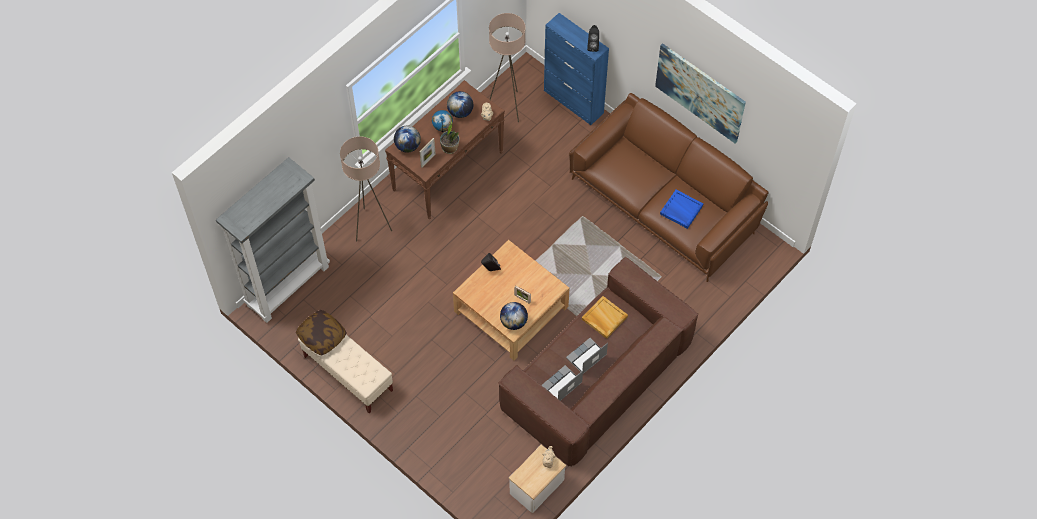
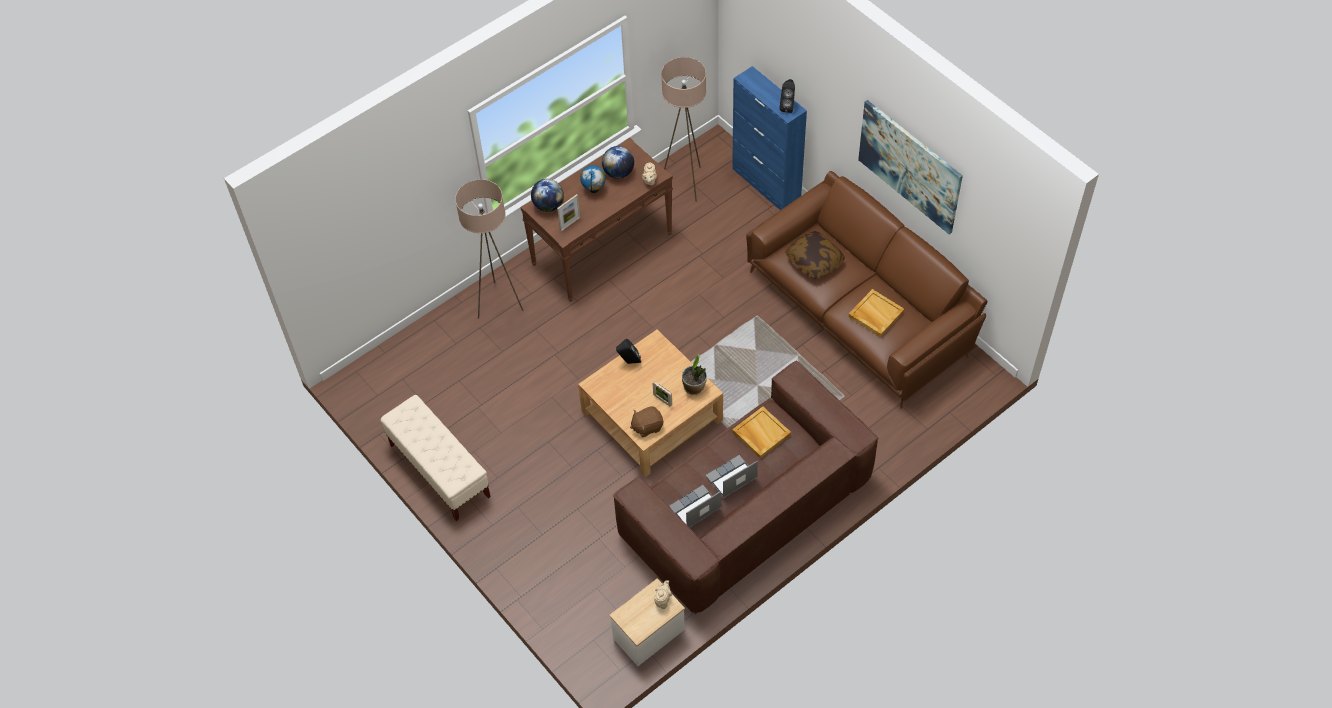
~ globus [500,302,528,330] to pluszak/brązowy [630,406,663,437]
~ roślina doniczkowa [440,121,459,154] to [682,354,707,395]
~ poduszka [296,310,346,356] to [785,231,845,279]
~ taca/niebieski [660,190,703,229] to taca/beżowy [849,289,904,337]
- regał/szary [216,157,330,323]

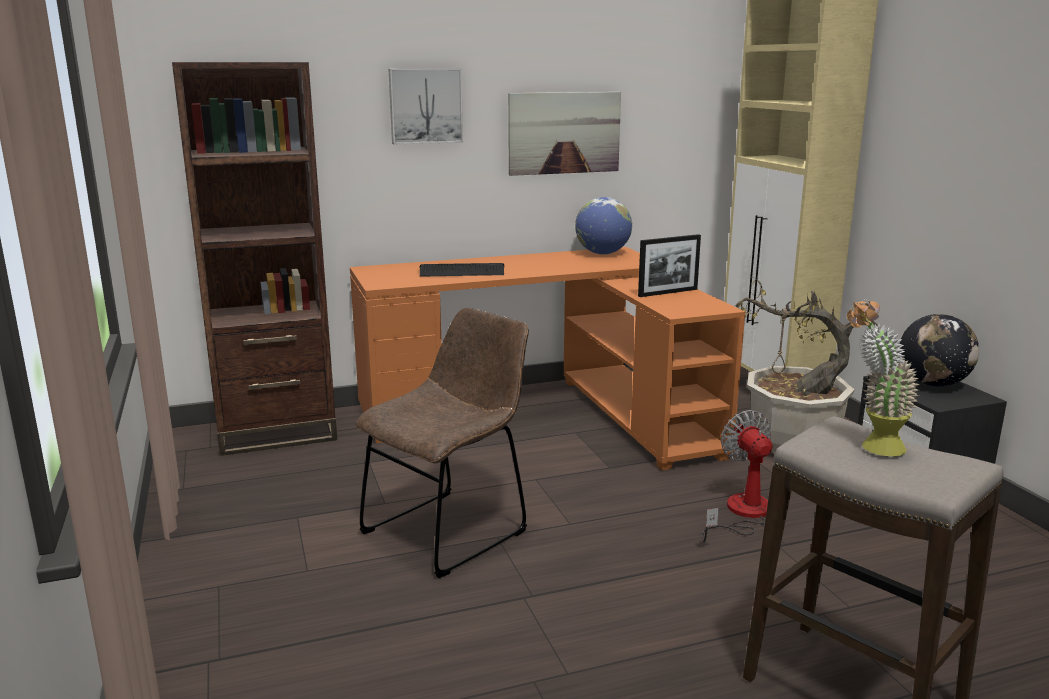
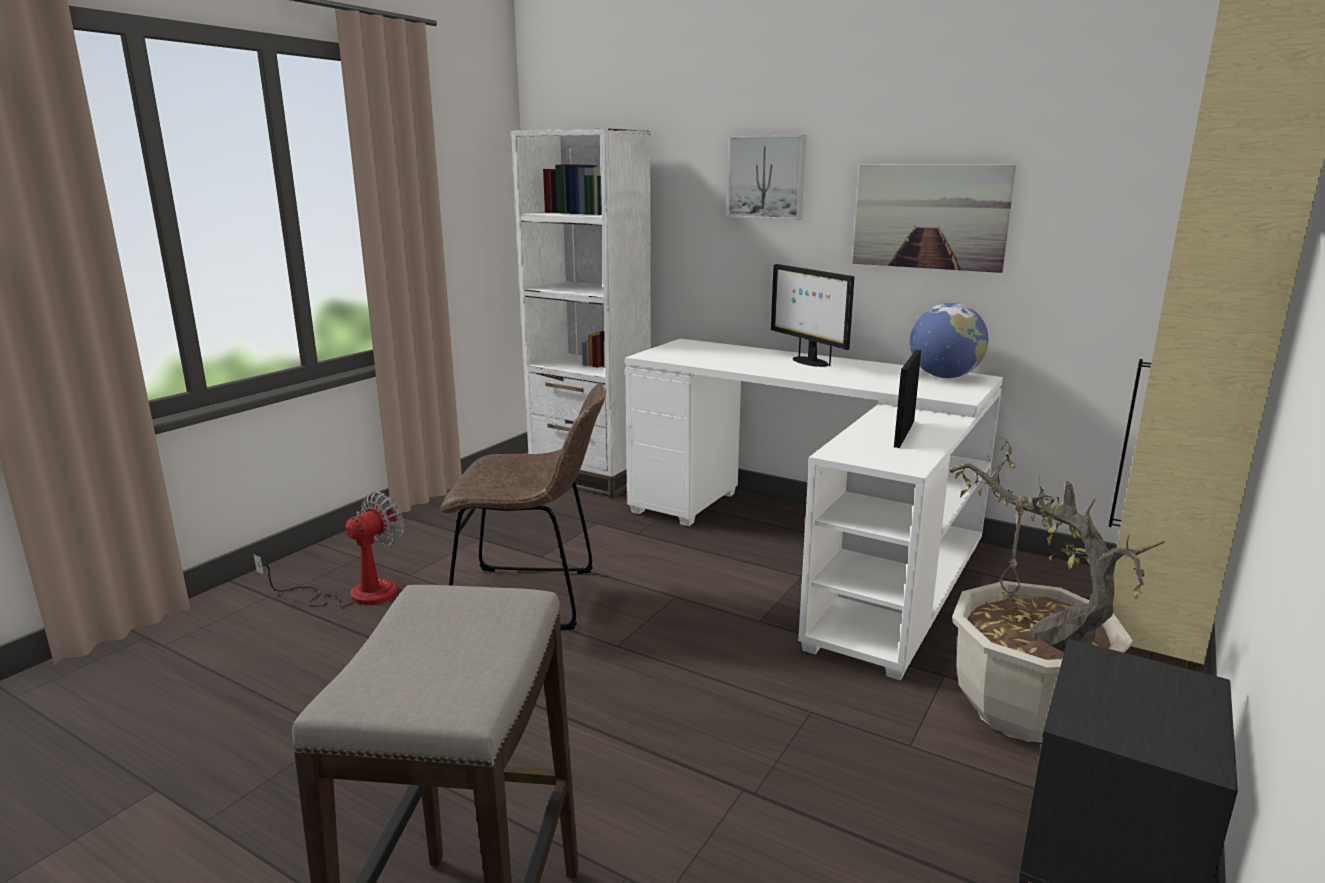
~ wentylator [702,410,772,543] to [253,492,404,607]
~ regał/brązowy [172,62,337,456] to regał/biały [511,128,651,498]
~ biurko/pomarańczowy [350,247,745,470] to biurko/biały [625,338,1003,680]
+ monitor [771,264,854,367]
~ ramka na zdjęcie [638,234,701,297] = [894,350,921,448] 90 degrees clockwise
- klawiatura [420,263,504,277]
- roślina doniczkowa [847,299,920,456]
- globus [900,314,979,386]

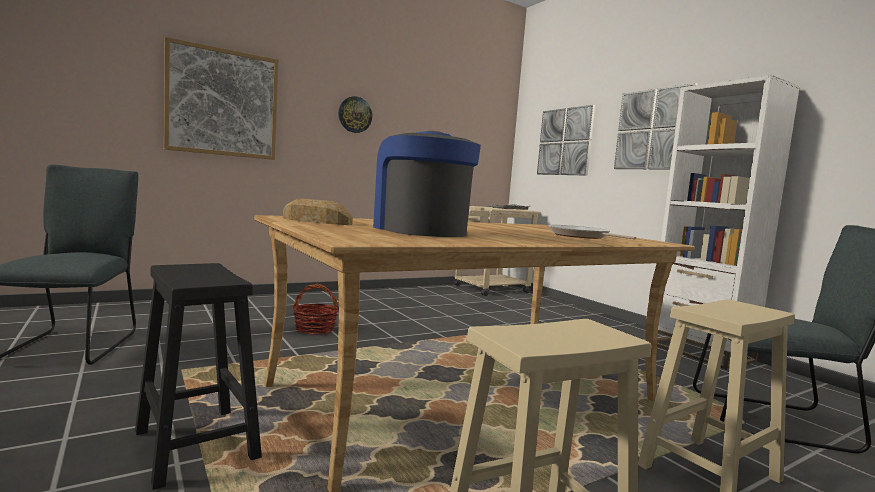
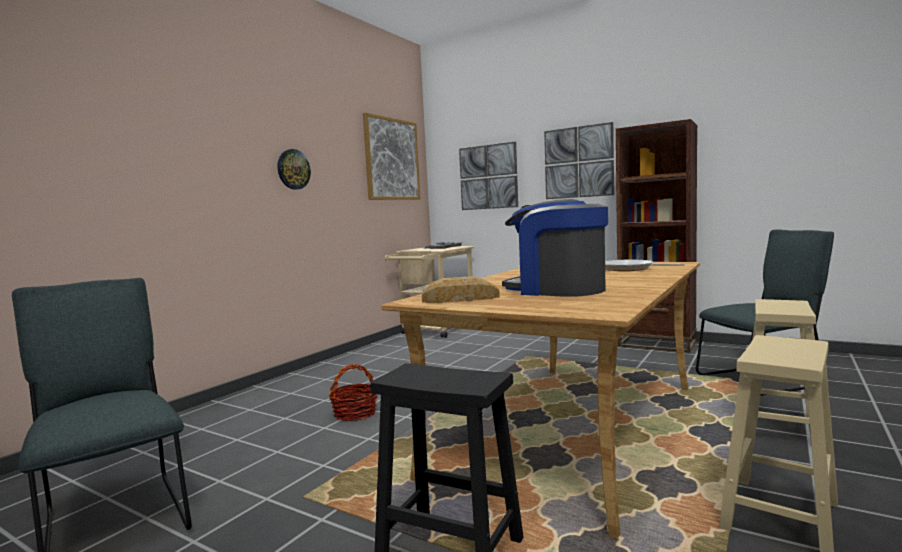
~ obraz [164,37,278,160] to [363,113,420,200]
~ regał/biały [657,75,800,370] to regał/brązowy [616,119,697,353]

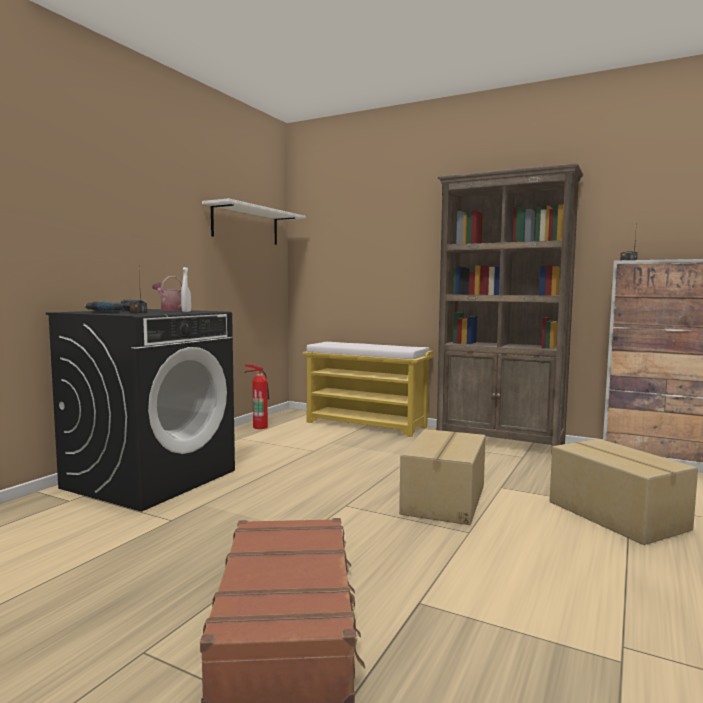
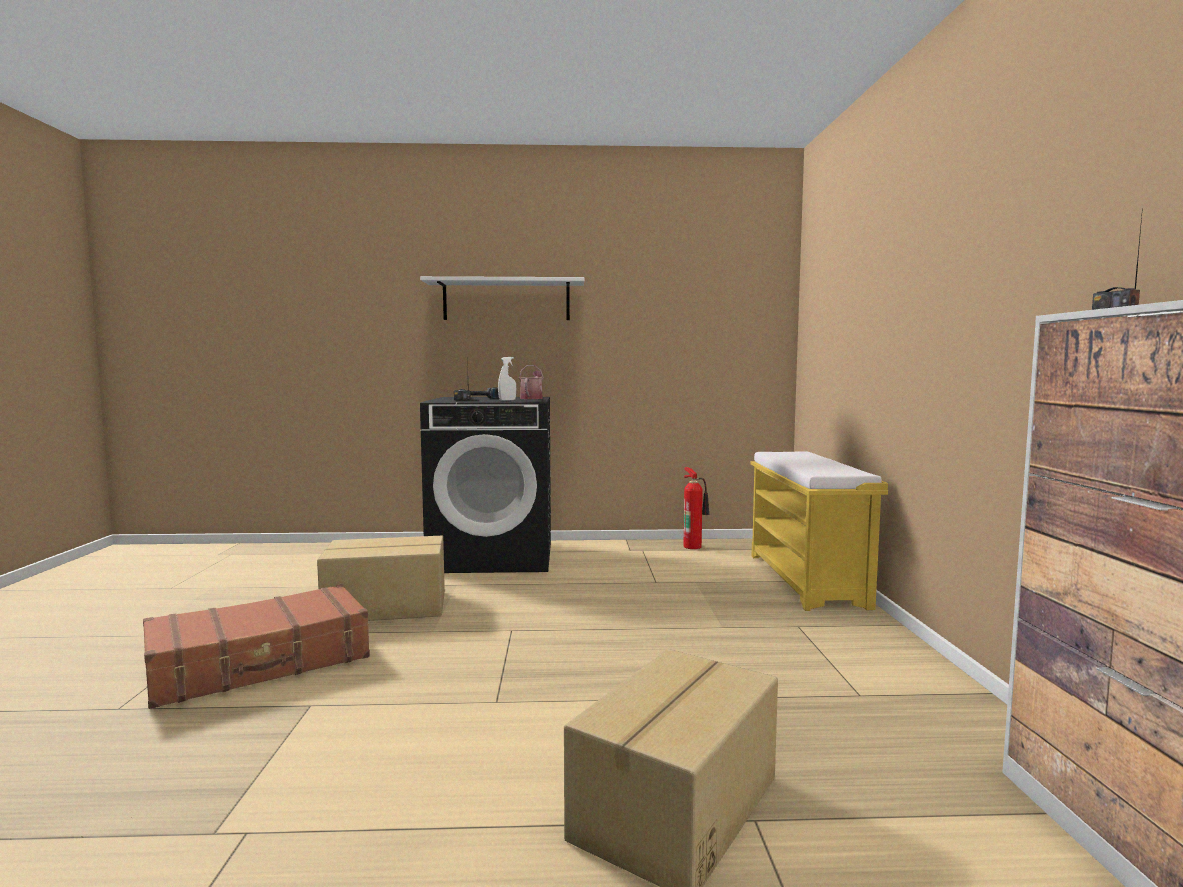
~ karton [399,429,486,525] to [317,536,445,621]
~ półka/biały [202,198,306,245] to [420,276,585,320]
- regał/brązowy [436,163,583,456]

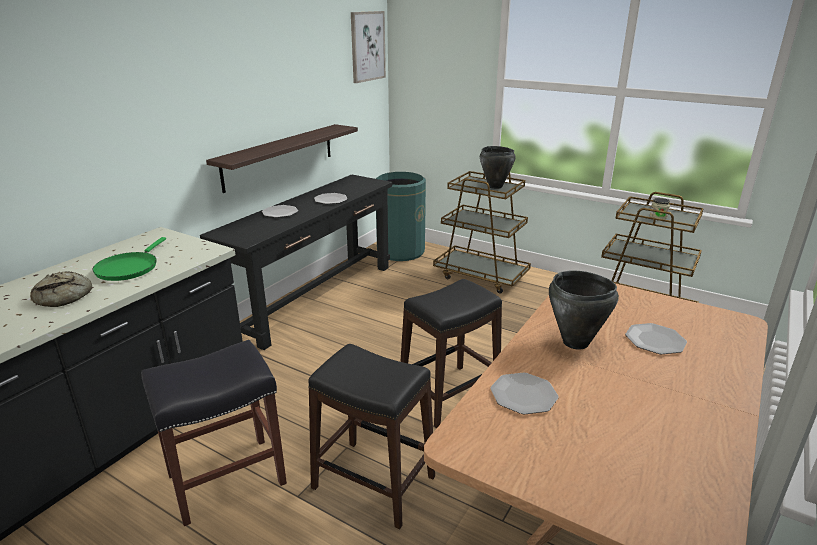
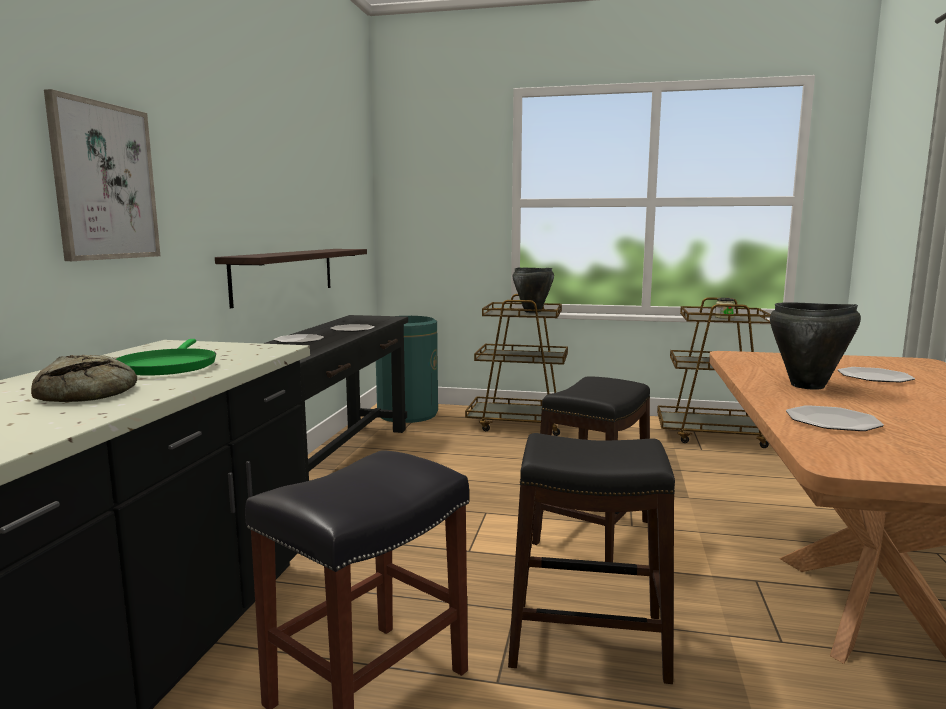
~ obraz [351,11,386,83] to [44,89,160,261]

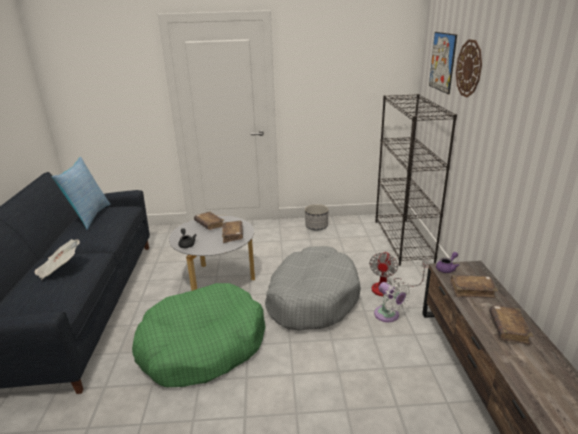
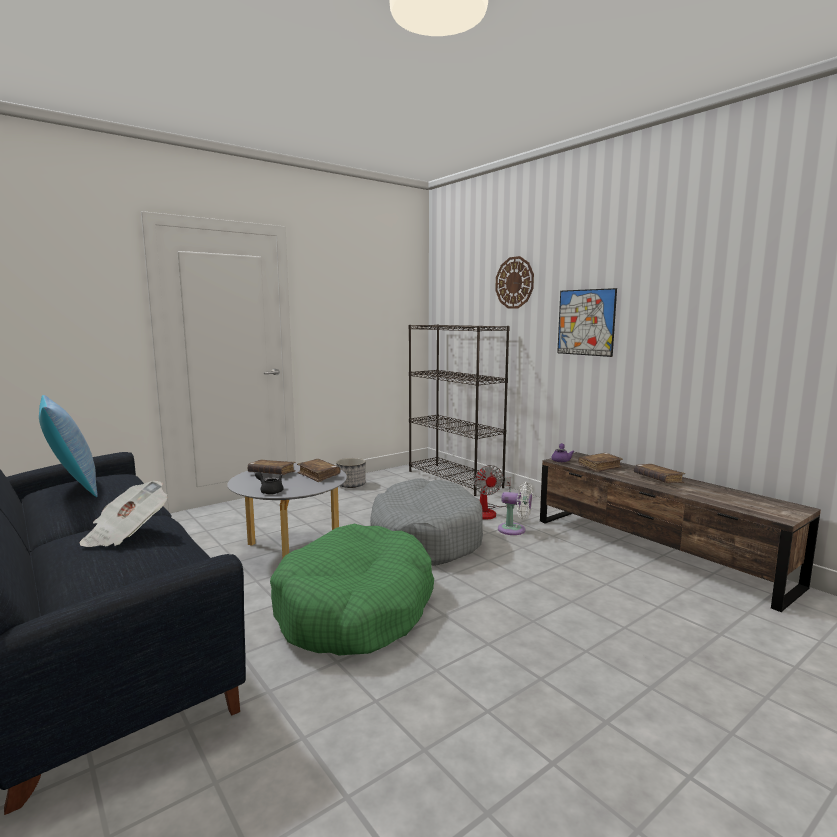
~ obraz [429,32,457,94] to [557,288,617,357]

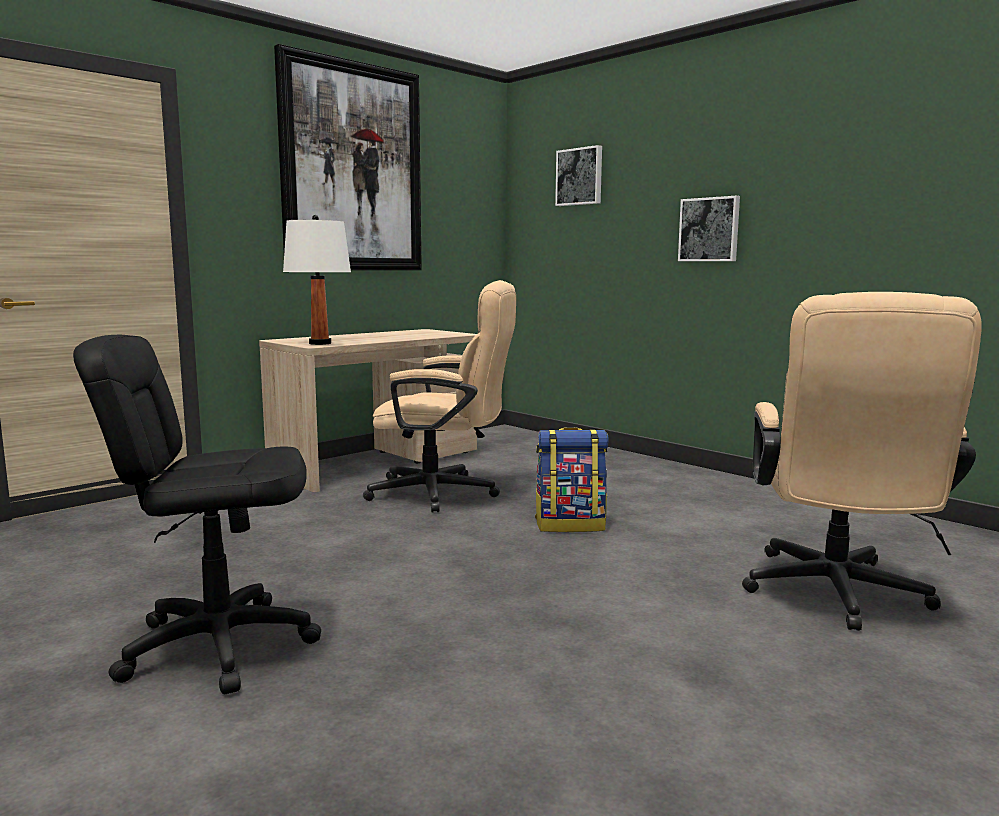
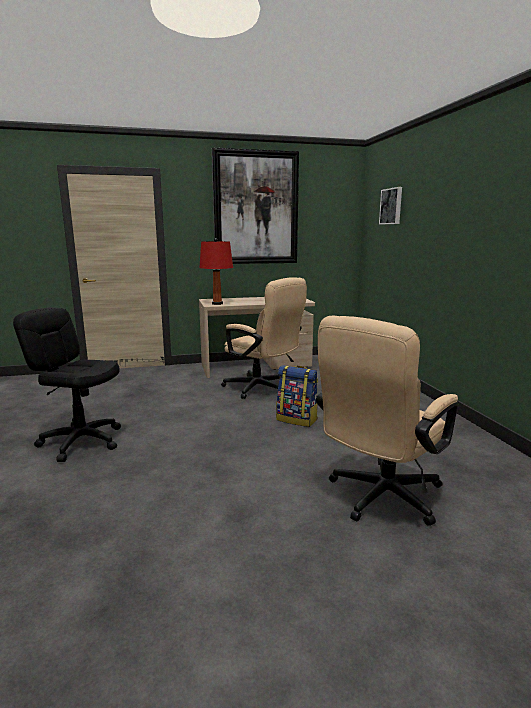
~ lampa stołowa/biały [283,215,351,345] to lampa stołowa/czerwony [199,238,233,305]
- obraz [678,196,740,261]

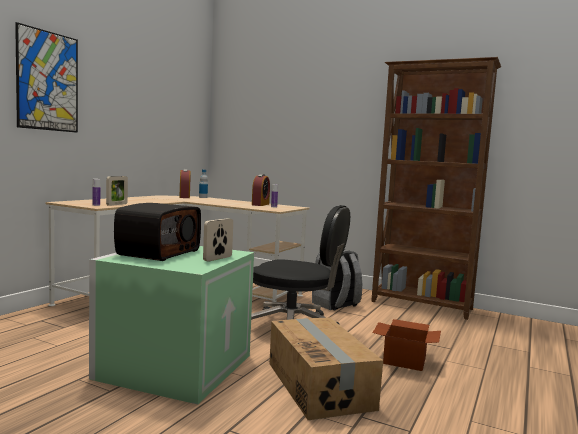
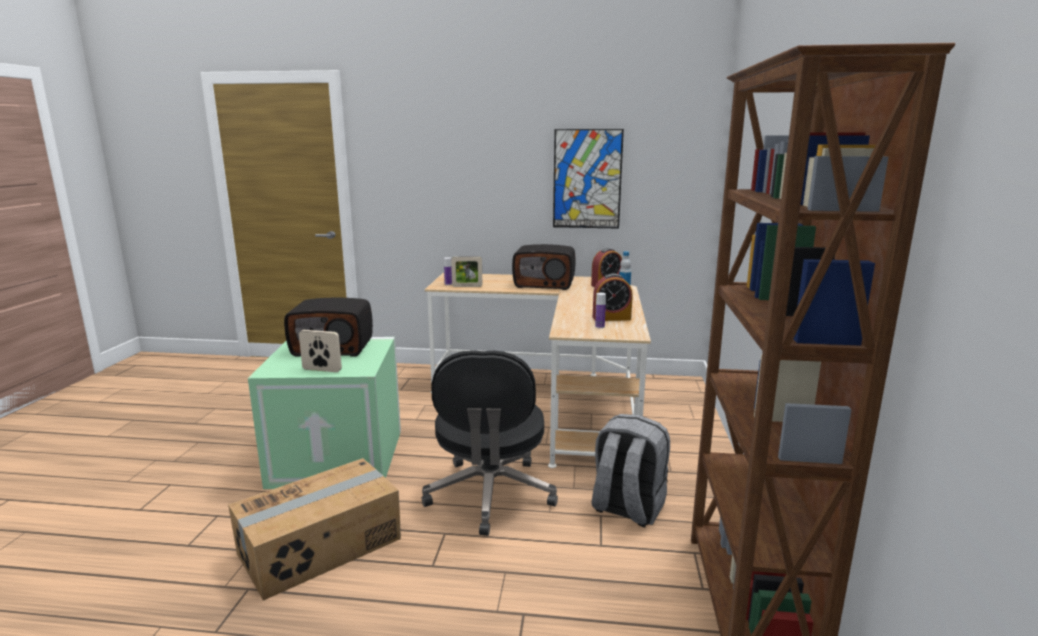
+ radio [512,244,576,290]
~ obraz [15,22,78,133] to [553,129,624,229]
- karton [373,319,441,371]

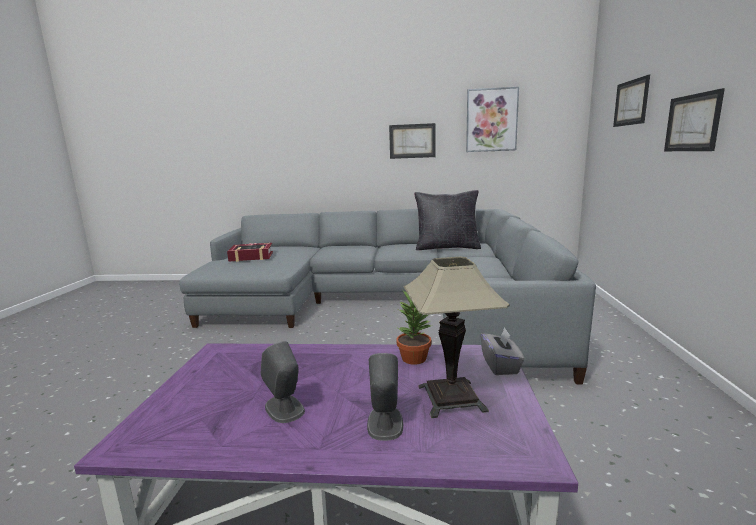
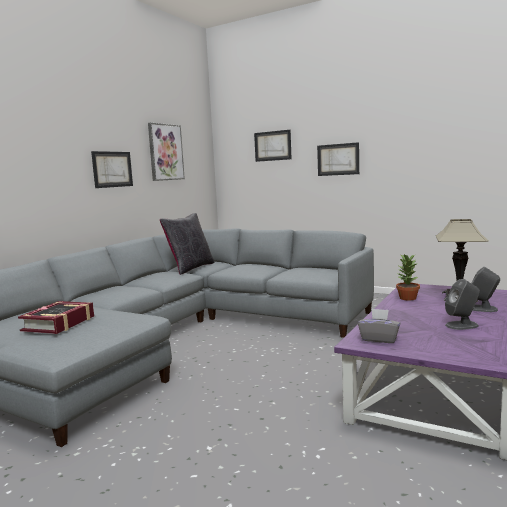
~ pudełko chusteczek/szary [480,328,525,375] to [358,309,400,343]

